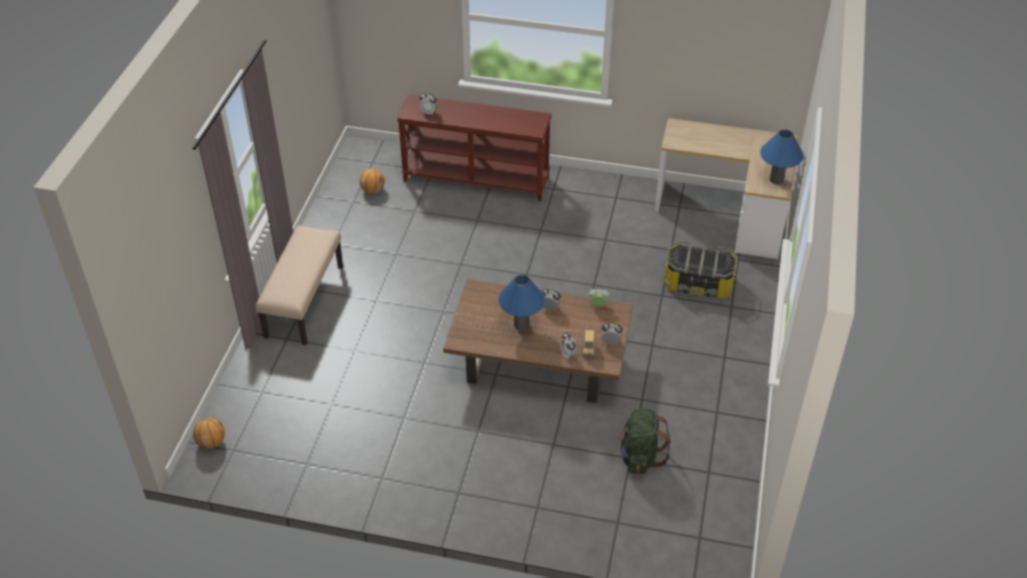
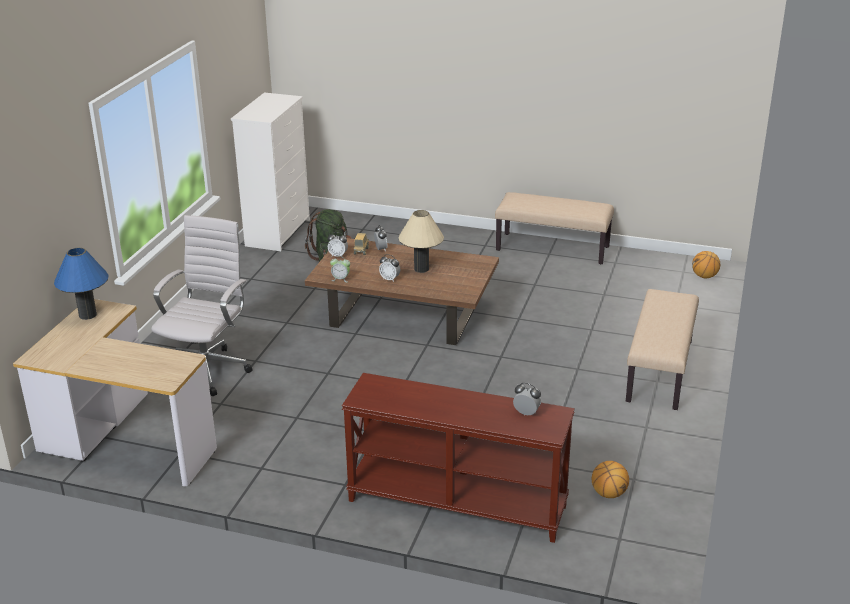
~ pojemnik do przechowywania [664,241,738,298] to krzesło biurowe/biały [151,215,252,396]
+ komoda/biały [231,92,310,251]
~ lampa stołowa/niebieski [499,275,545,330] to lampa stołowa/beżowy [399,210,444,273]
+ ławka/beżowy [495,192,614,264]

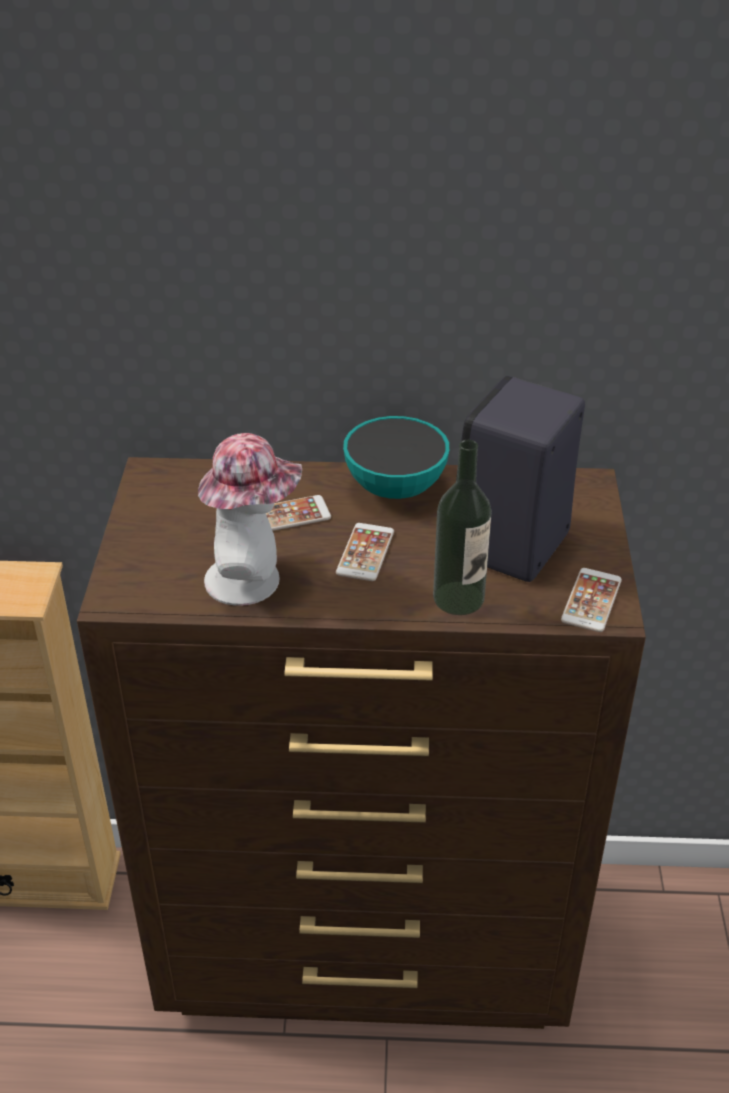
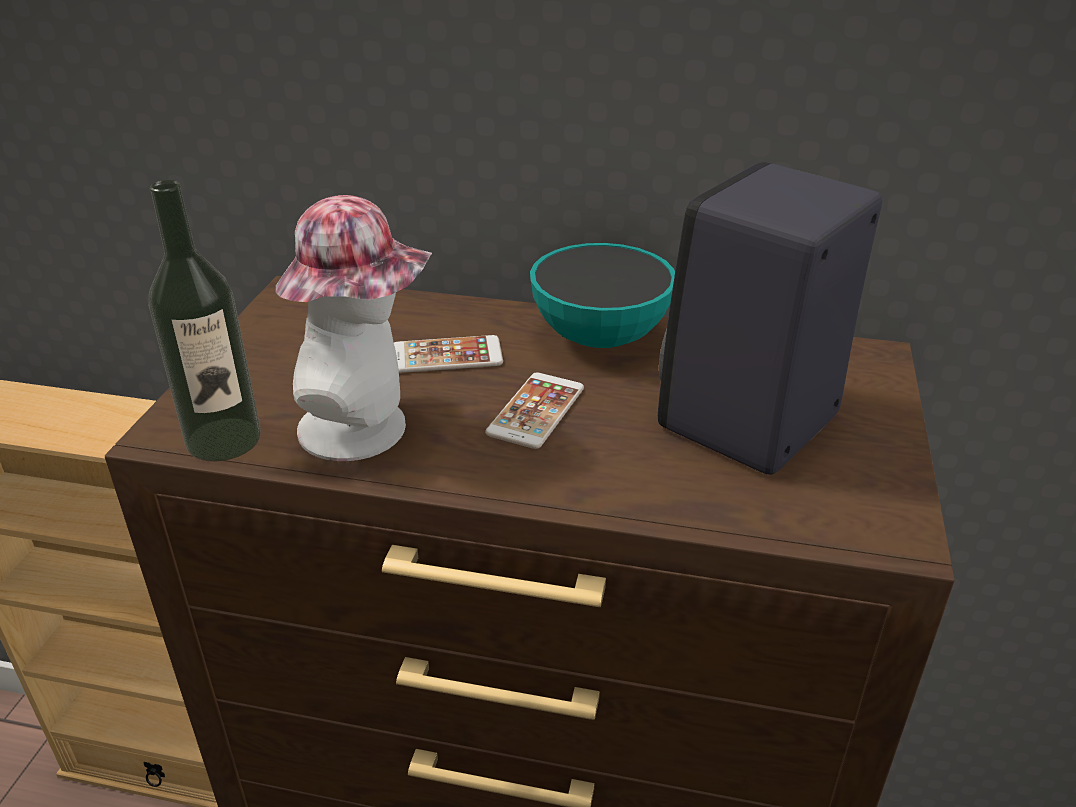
~ butelka [433,440,492,615] to [149,180,261,462]
- telefon [561,568,622,632]

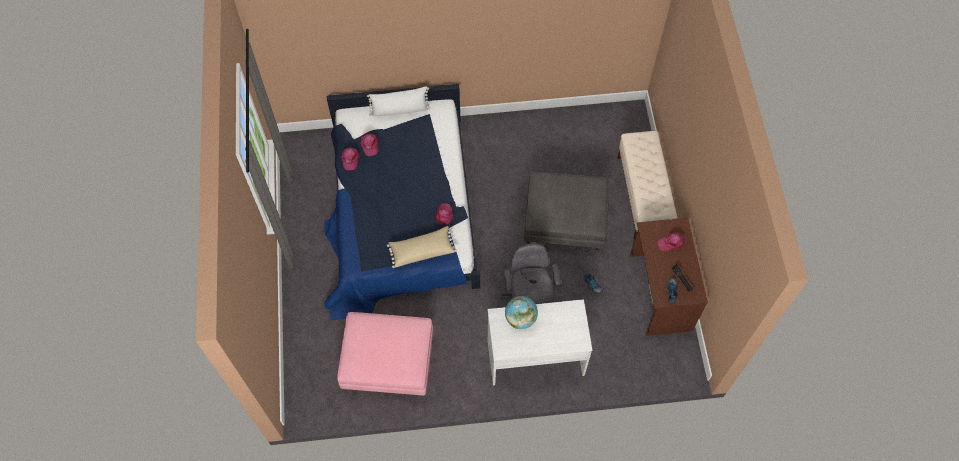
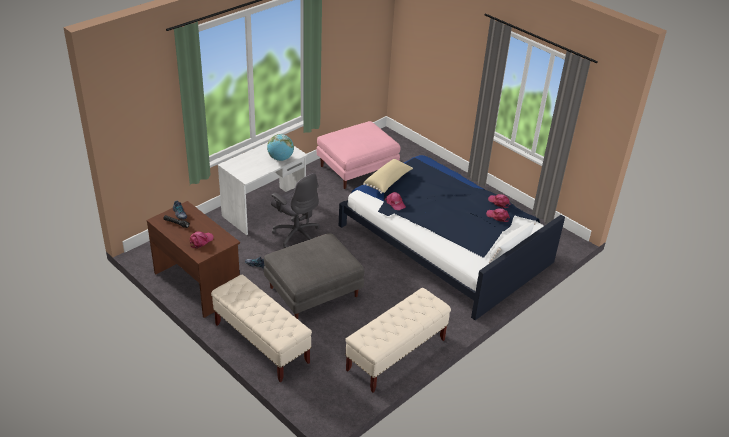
+ ławka/beżowy [345,288,451,392]

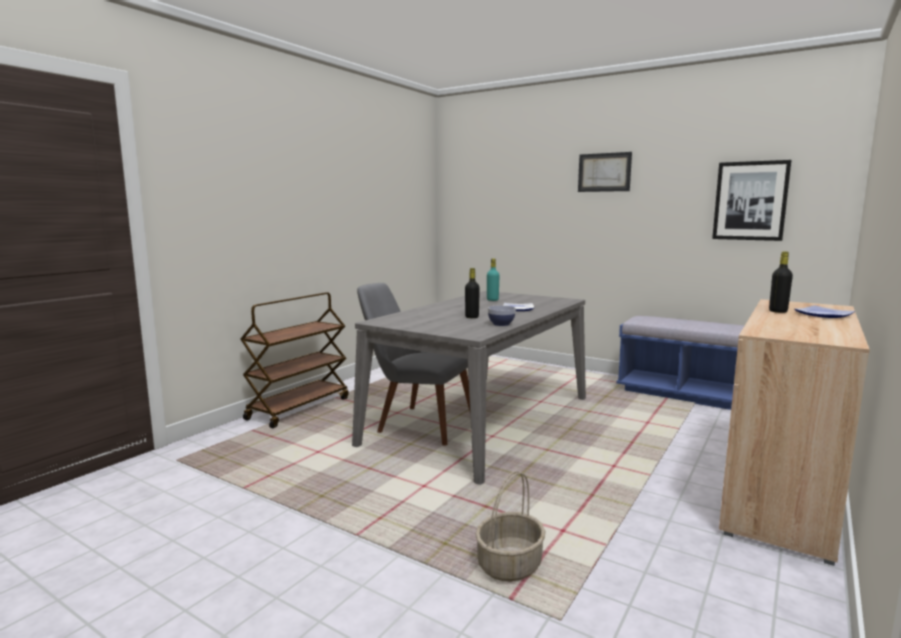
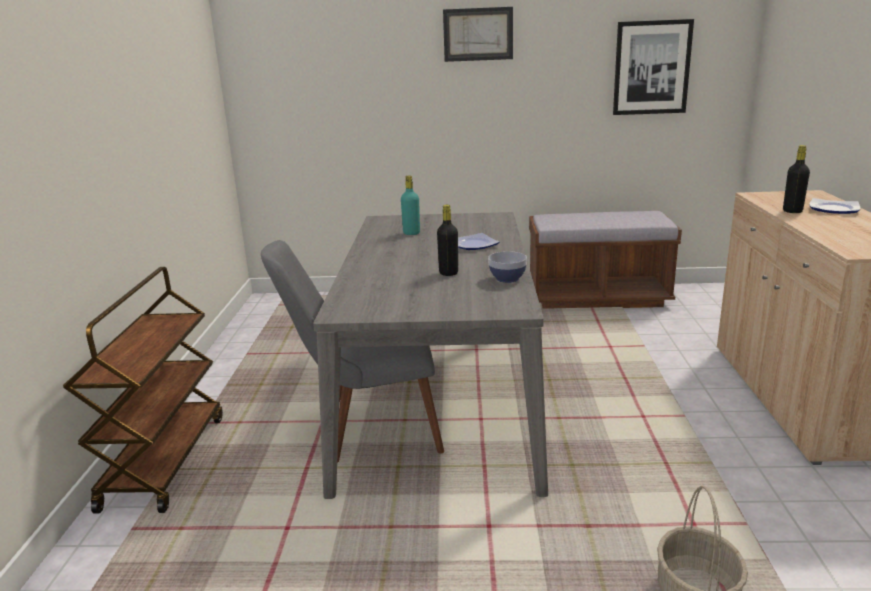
~ ławka/niebieski [616,316,745,410] to ławka/brązowy [529,211,682,309]

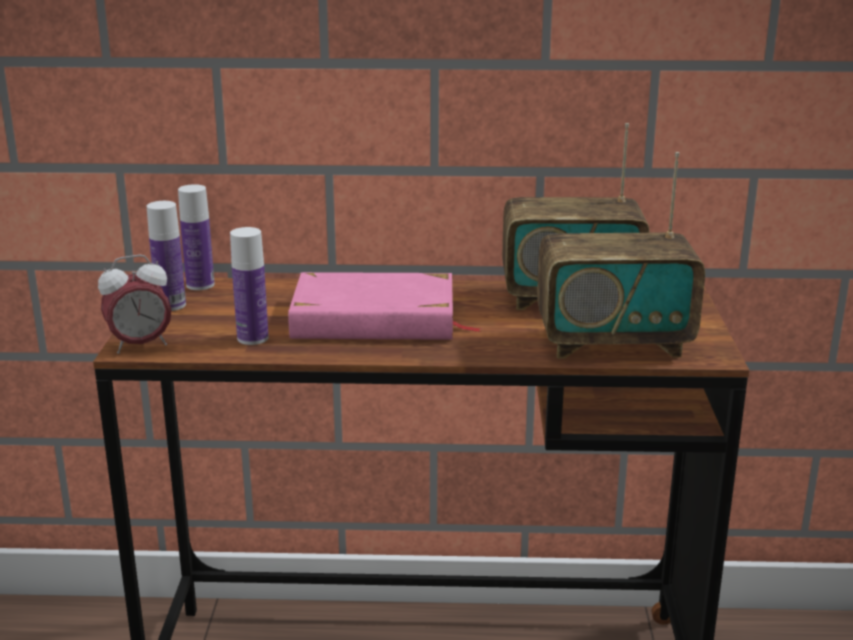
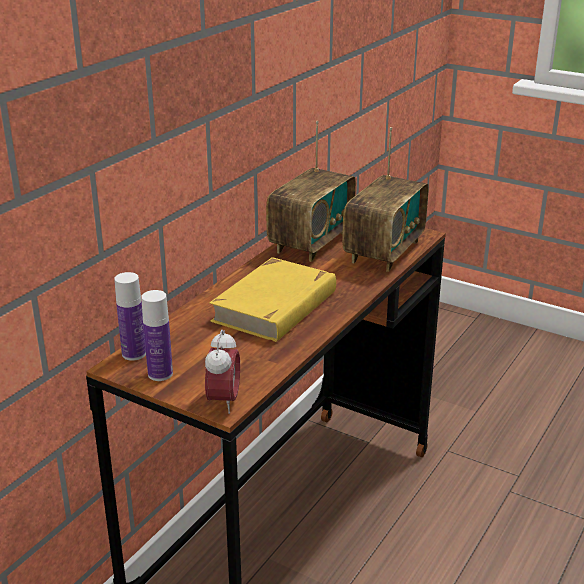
~ książka/różowy [288,272,482,340] to książka/żółty [210,257,336,342]
- butelka [230,227,269,345]

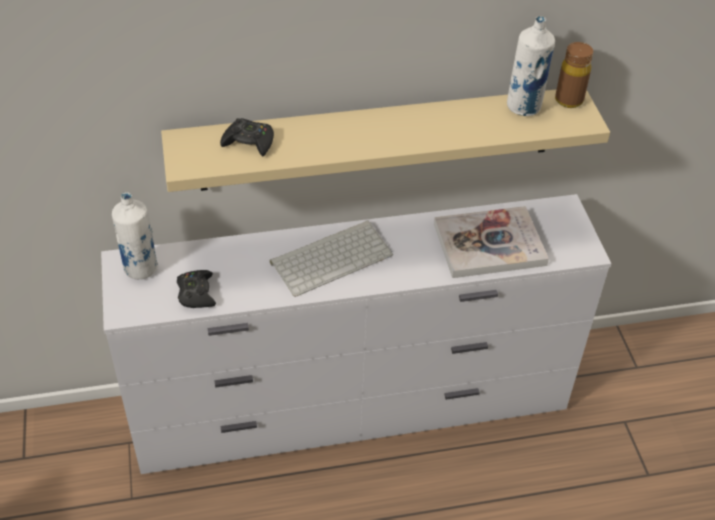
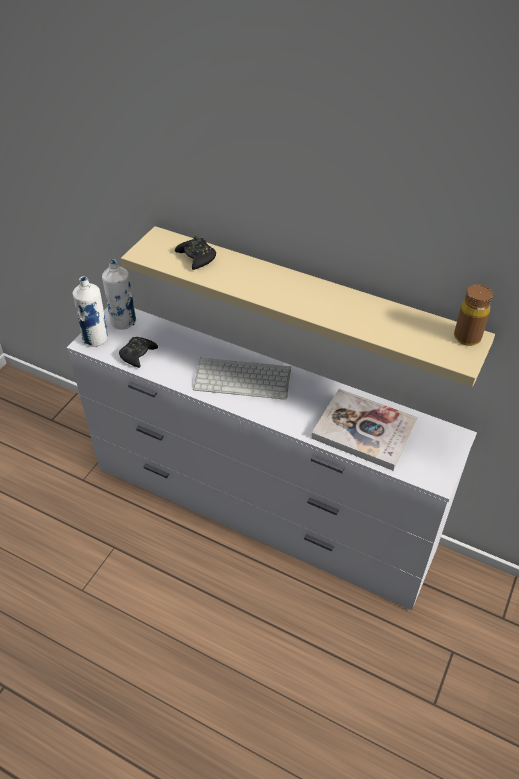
~ butelka/biały [507,16,555,116] to [72,276,108,347]

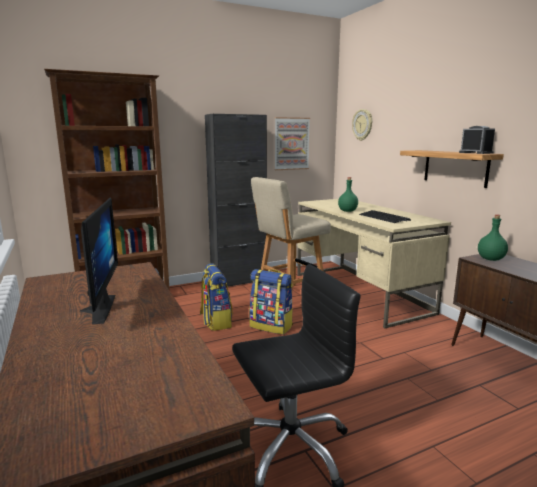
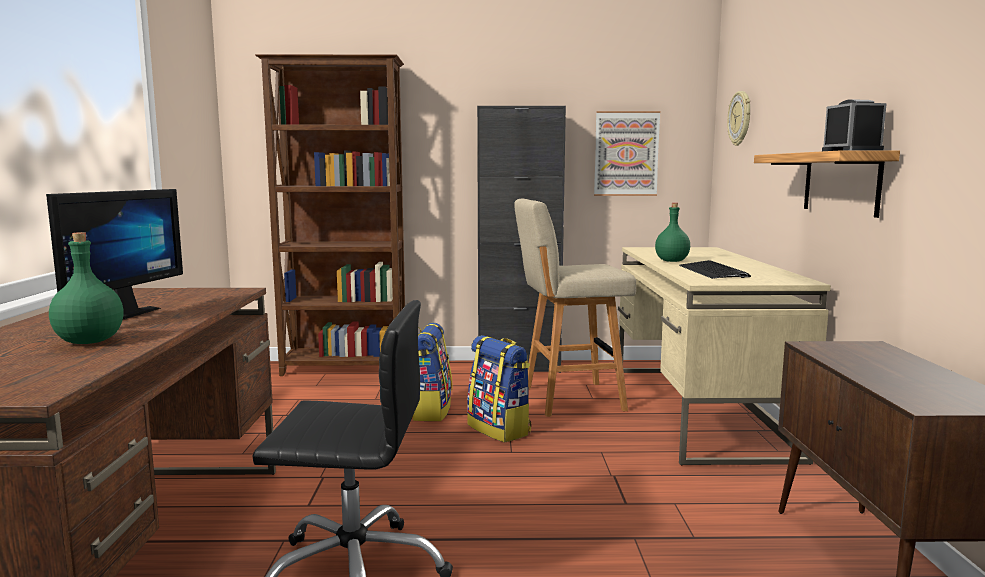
~ butelka/zielony [478,214,508,261] to [49,232,124,344]

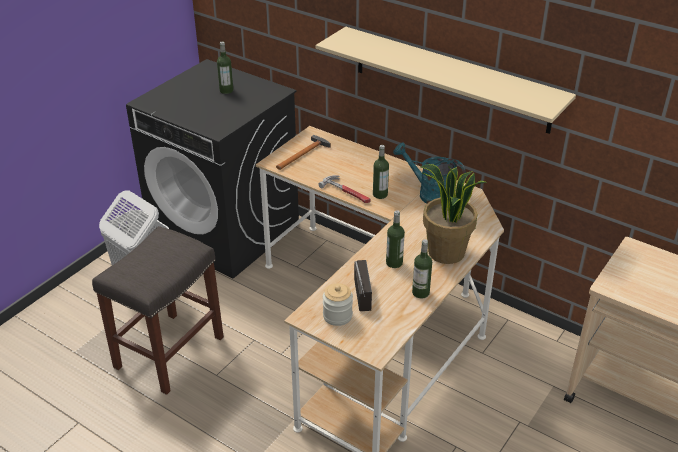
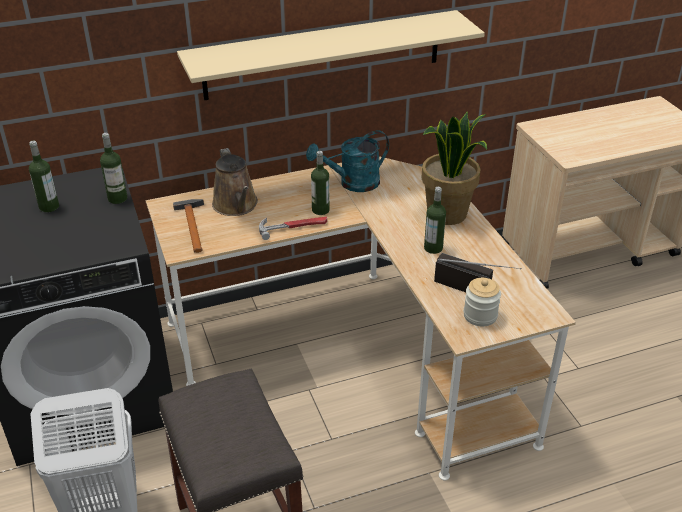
~ butelka [412,239,432,299] to [100,133,127,204]
+ konewka/brązowy [212,148,258,216]

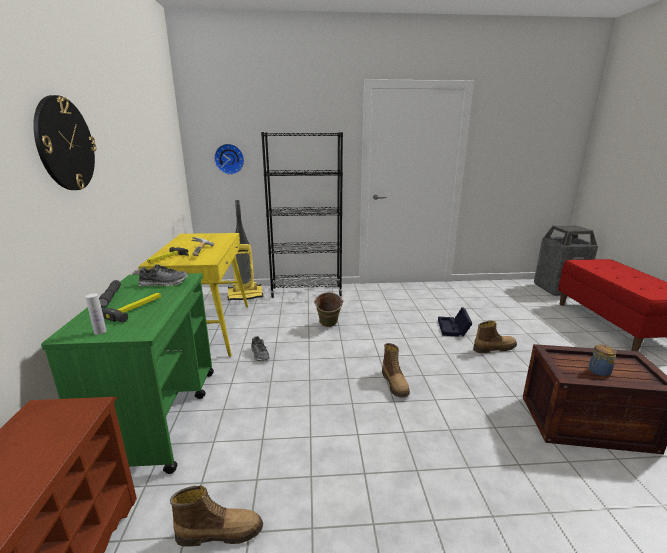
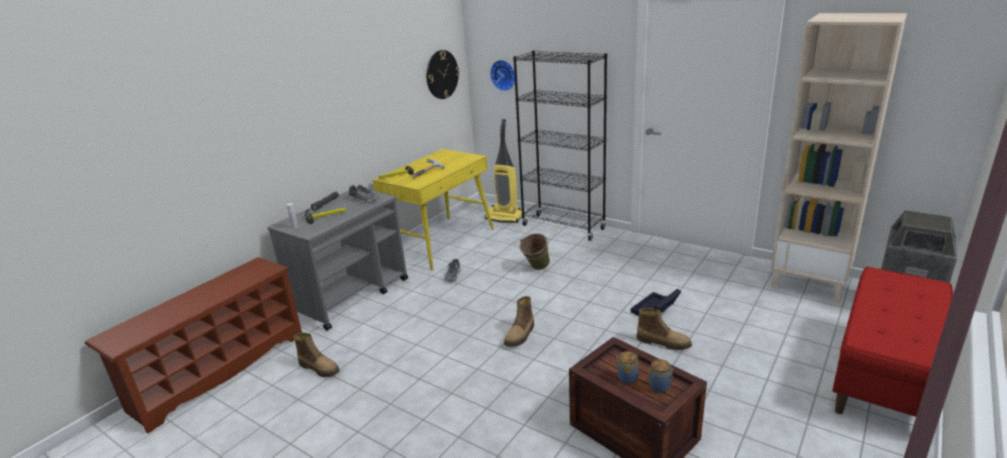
~ wózek/zielony [41,273,214,474] to wózek/szary [267,190,408,331]
~ zegar ścienny [33,95,96,190] to [426,50,460,99]
+ słoik [649,359,674,393]
+ regał/beżowy [770,13,907,303]

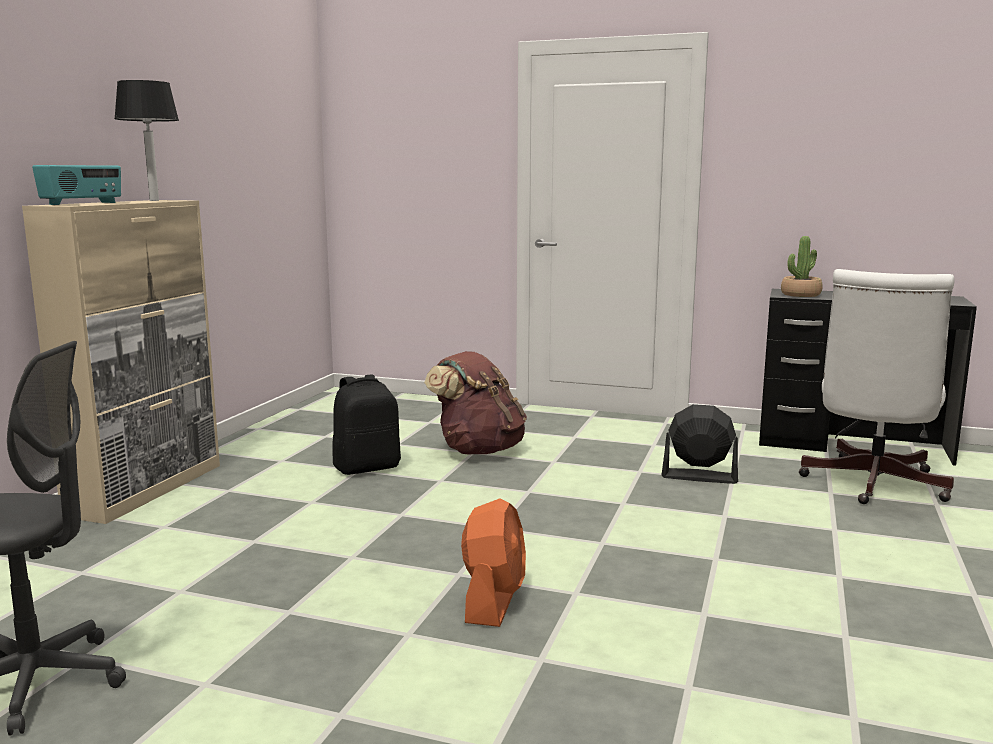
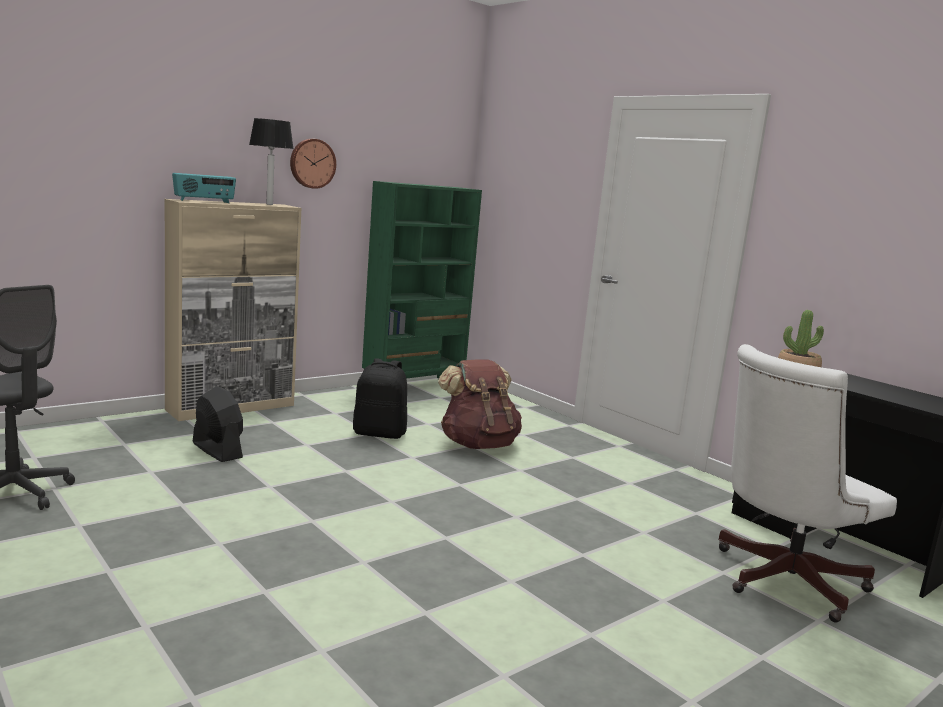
~ wentylator/czarny [661,404,738,484] to [193,386,243,462]
+ zegar ścienny [290,139,336,189]
+ regał/zielony [362,181,482,379]
- wentylator/pomarańczowy [461,498,526,627]

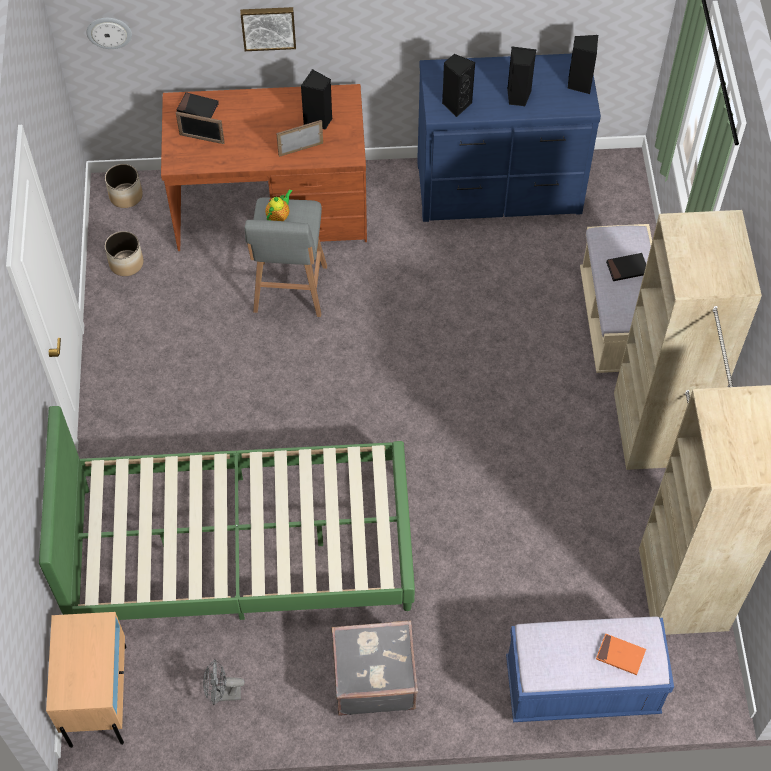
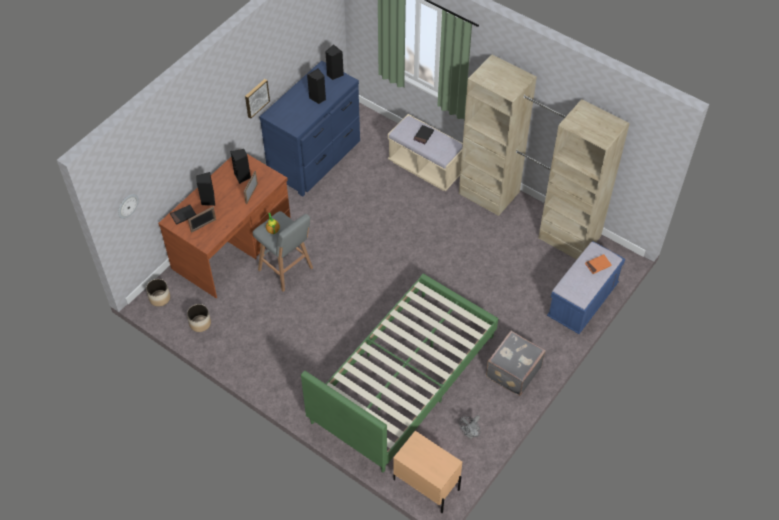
~ głośnik/czarny [442,53,475,117] to [196,172,215,206]
~ obraz [240,7,296,51] to [245,79,270,119]

